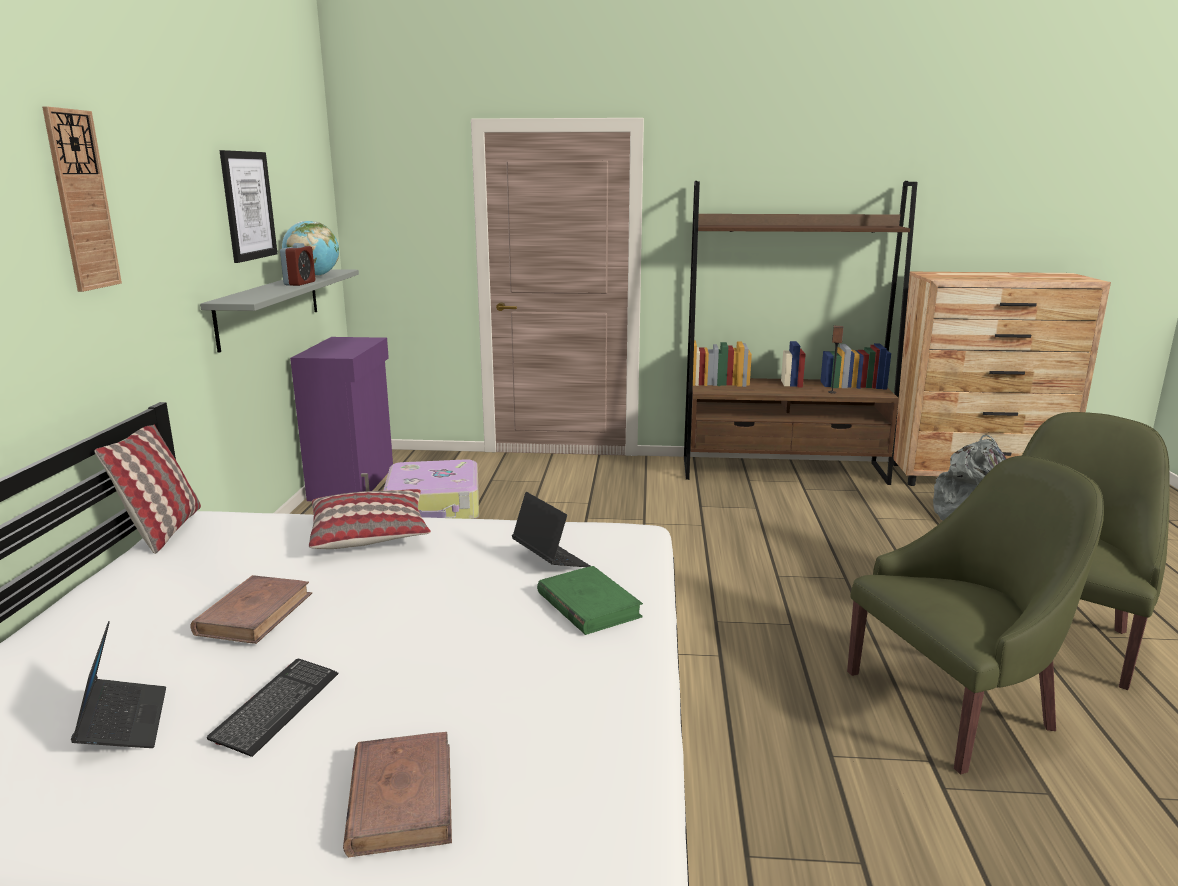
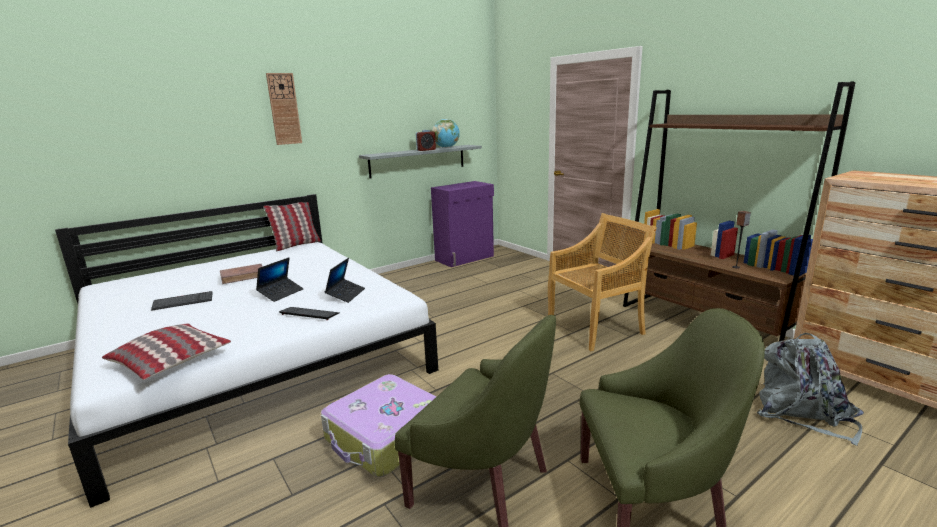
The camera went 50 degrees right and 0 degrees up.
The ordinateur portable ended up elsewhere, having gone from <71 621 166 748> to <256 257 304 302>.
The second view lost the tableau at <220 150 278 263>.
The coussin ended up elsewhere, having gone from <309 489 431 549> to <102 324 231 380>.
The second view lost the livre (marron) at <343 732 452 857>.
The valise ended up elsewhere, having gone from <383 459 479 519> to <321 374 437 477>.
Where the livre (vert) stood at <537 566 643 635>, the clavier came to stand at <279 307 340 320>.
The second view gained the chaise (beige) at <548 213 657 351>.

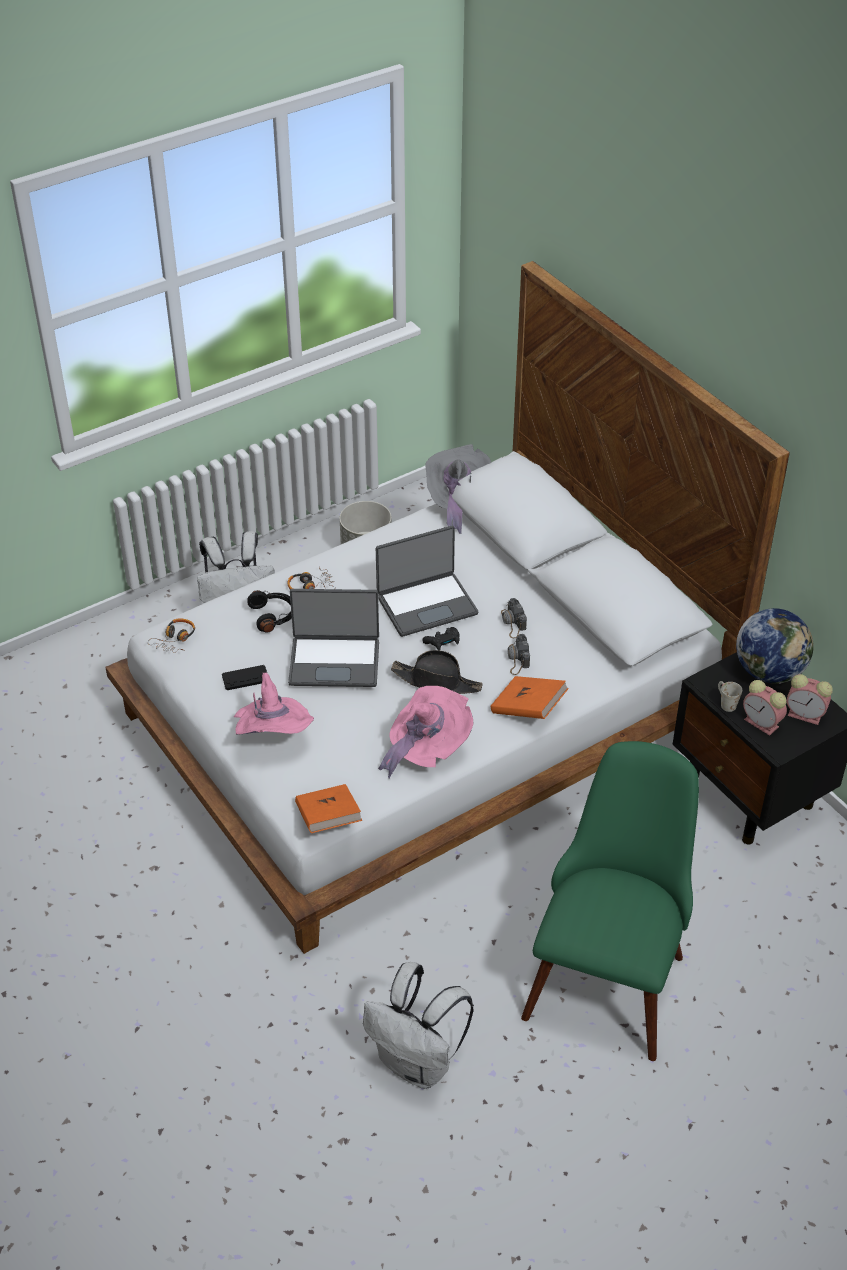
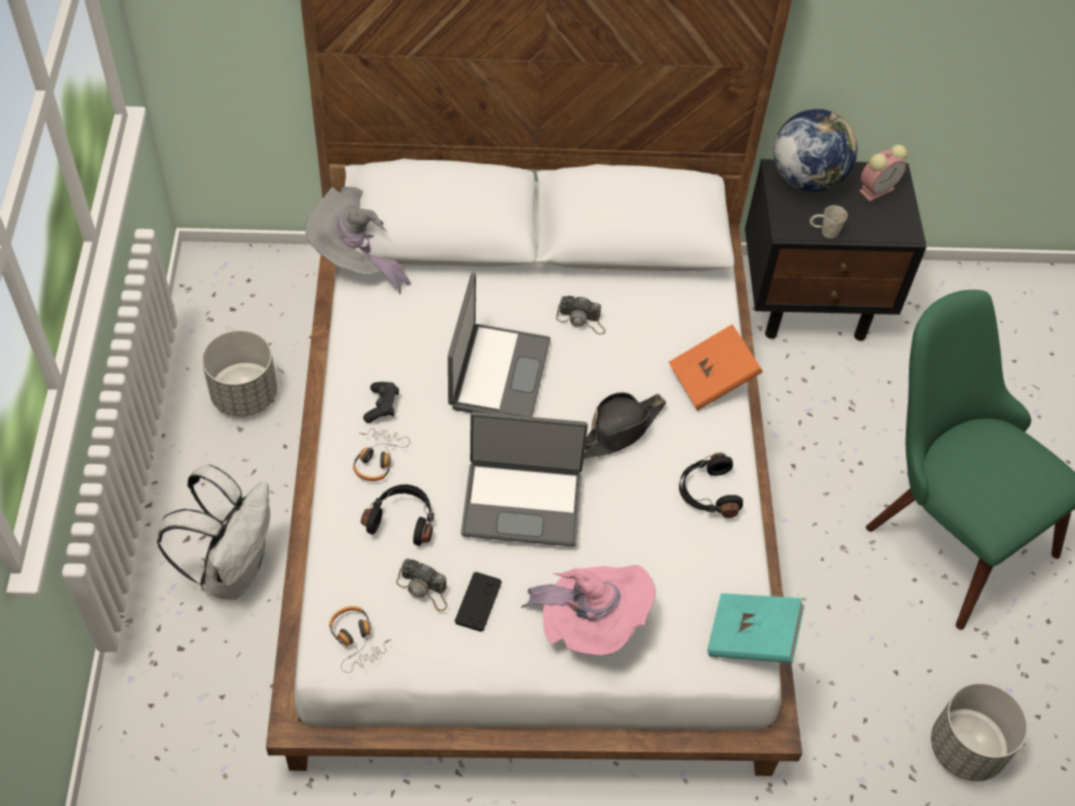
The camera went 60 degrees left and 10 degrees up.
The ordinateur portable at <288 589 379 687> ended up facing another way, 60 degrees clockwise from before.
What was the livre (orange) at <295 784 362 833> turned into the livre (turquoise) at <707 593 805 663>.
Where the sac à dos (blanc) stood at <363 962 474 1089>, the cache-pot (gris) came to stand at <931 683 1028 781>.
Where the chapeau (rose) stood at <378 686 473 779>, the casque audio (noir) came to stand at <679 453 743 518>.
The manette (noir) ended up elsewhere, having gone from <422 627 460 650> to <363 382 399 423>.
The appareil photo ended up elsewhere, having gone from <508 634 530 675> to <396 559 447 611>.
The second view lost the réveil at <743 680 787 736>.

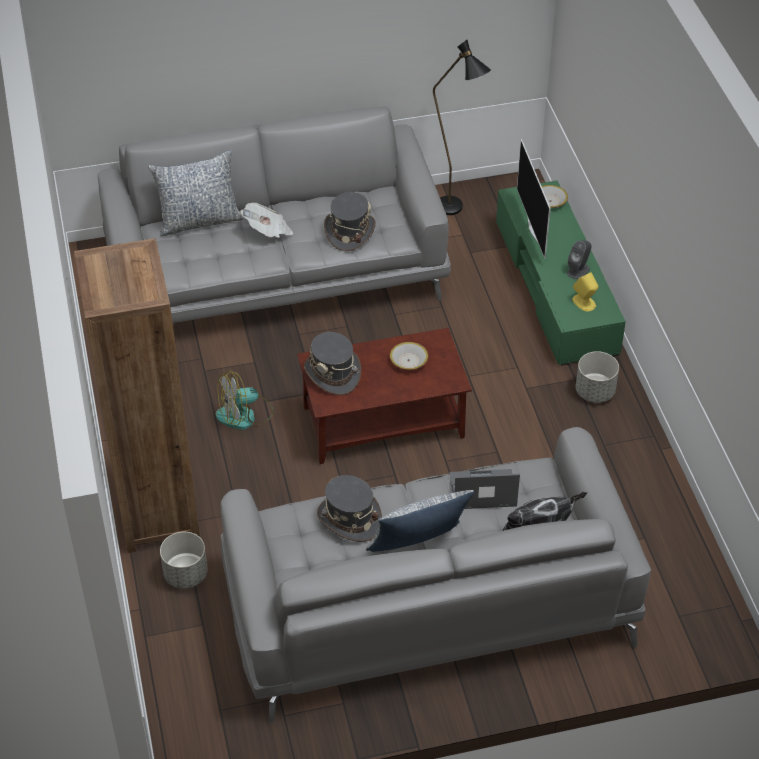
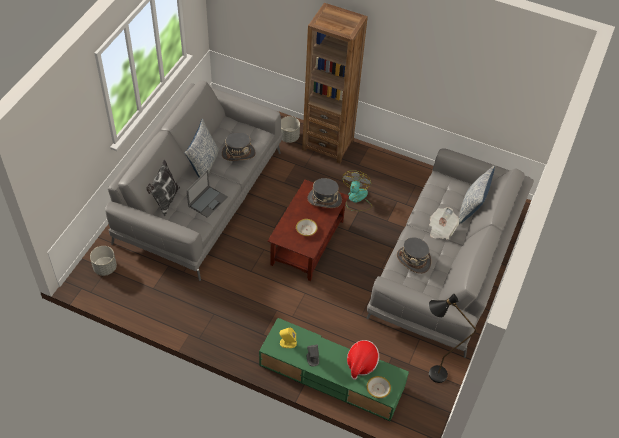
The camera went 125 degrees right and 5 degrees up.
Where the téléviseur stood at <517 139 551 259>, the chapeau came to stand at <347 340 379 380>.
The cache-pot (gris) ended up elsewhere, having gone from <576 351 619 403> to <90 246 117 276>.

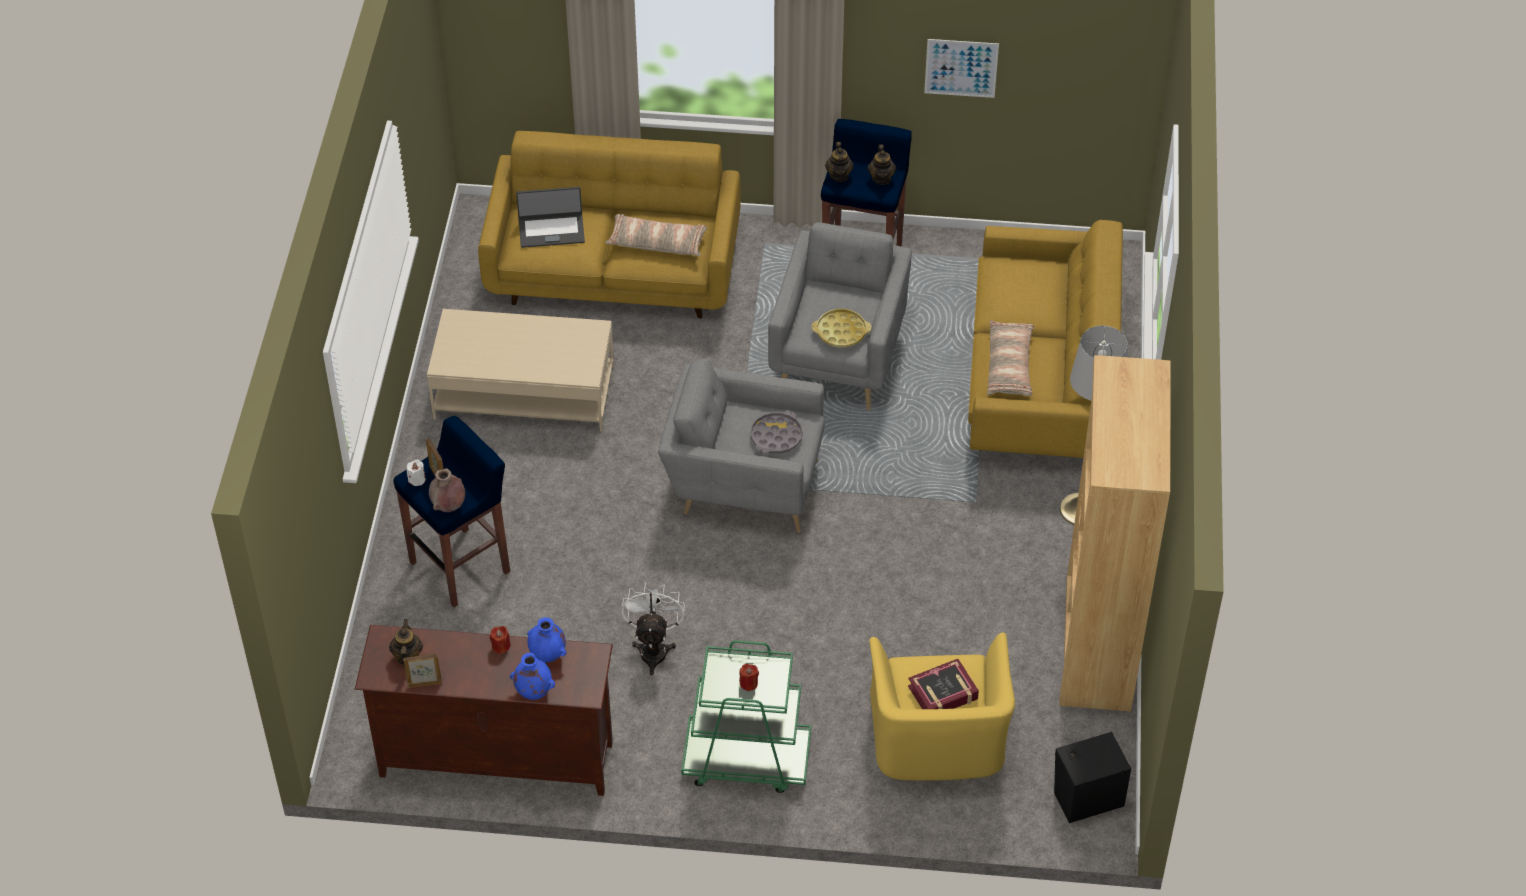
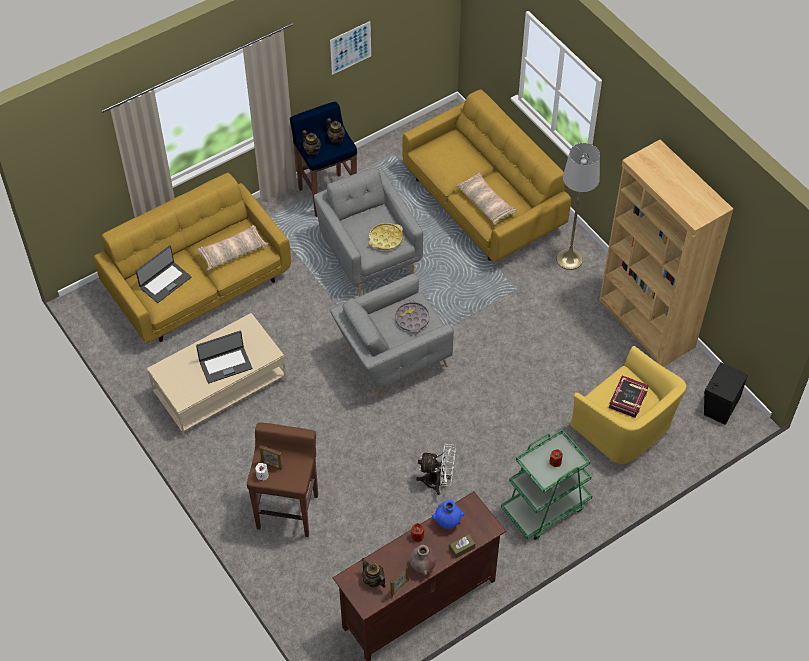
The camera went 40 degrees left and 5 degrees up.
What was the tabouret (bleu) at <393 416 510 607> turned into the tabouret (marron) at <247 423 318 537>.
The vase (marron) ended up elsewhere, having gone from <429 469 465 512> to <410 545 437 576>.
Where the vase (bleu) stood at <510 653 555 700>, the boîte à mouchoirs (marron) came to stand at <449 535 475 558>.
The ventilateur (blanc) at <622 583 685 676> ended up facing another way, 135 degrees clockwise from before.
The second view gained the ordinateur portable at <196 331 252 383>.

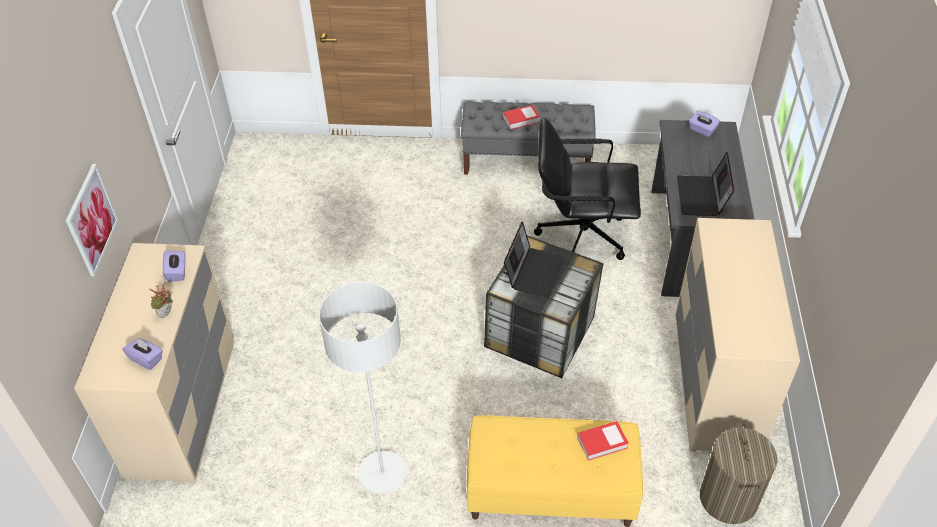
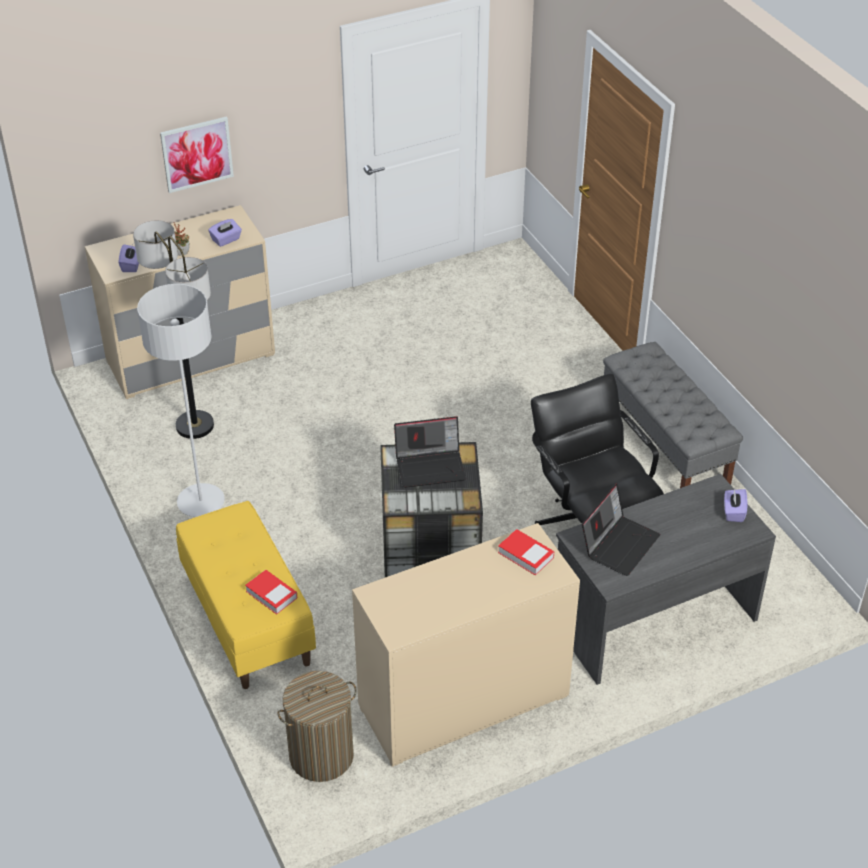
The camera went 60 degrees right and 5 degrees down.
The livre ended up elsewhere, having gone from <503 105 540 130> to <498 529 554 575>.
The ordinateur portable at <677 152 734 216> ended up facing another way, 150 degrees clockwise from before.
The second view gained the lampadaire at <133 220 214 439>.

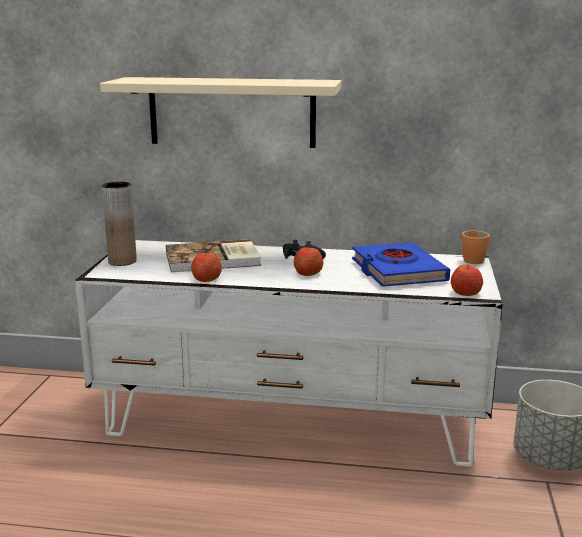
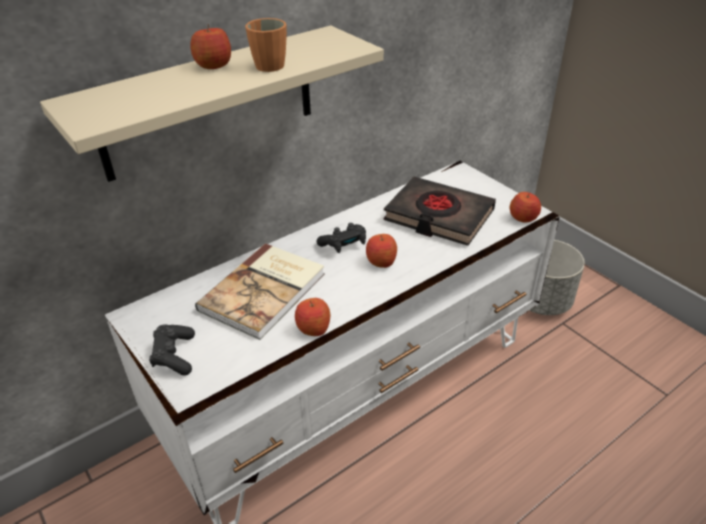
The camera went 45 degrees left and 20 degrees up.
Where the vase (marron) stood at <102 182 137 266>, the manette (noir) came to stand at <149 324 195 376>.
What was the livre (bleu) at <352 242 450 287> turned into the livre (noir) at <384 177 496 246>.
The mug (orange) ended up elsewhere, having gone from <462 230 490 264> to <245 18 287 72>.
The second view gained the pomme at <190 24 231 69>.

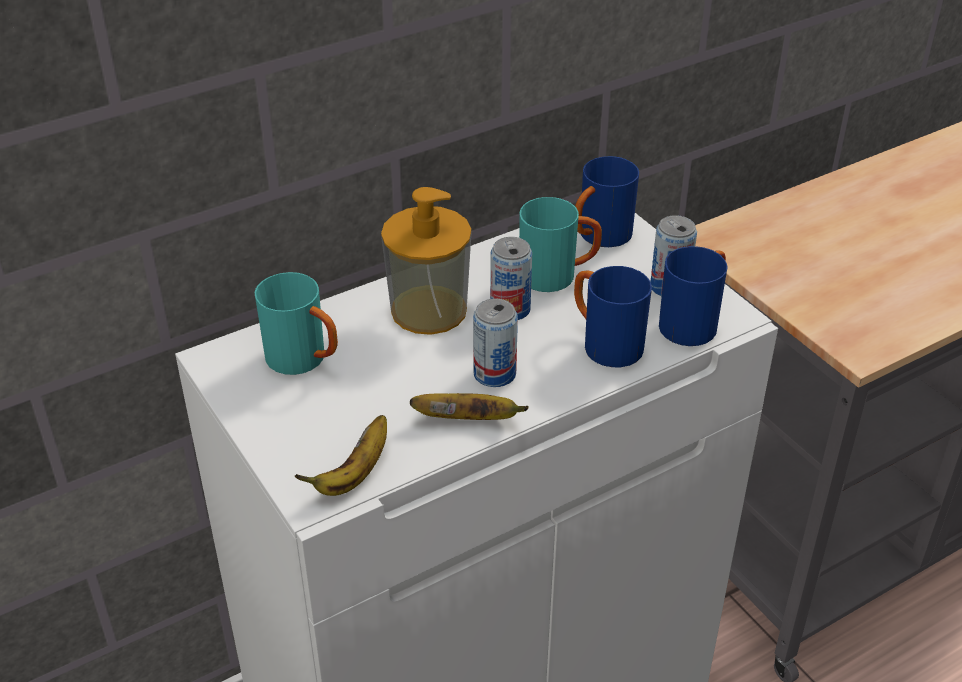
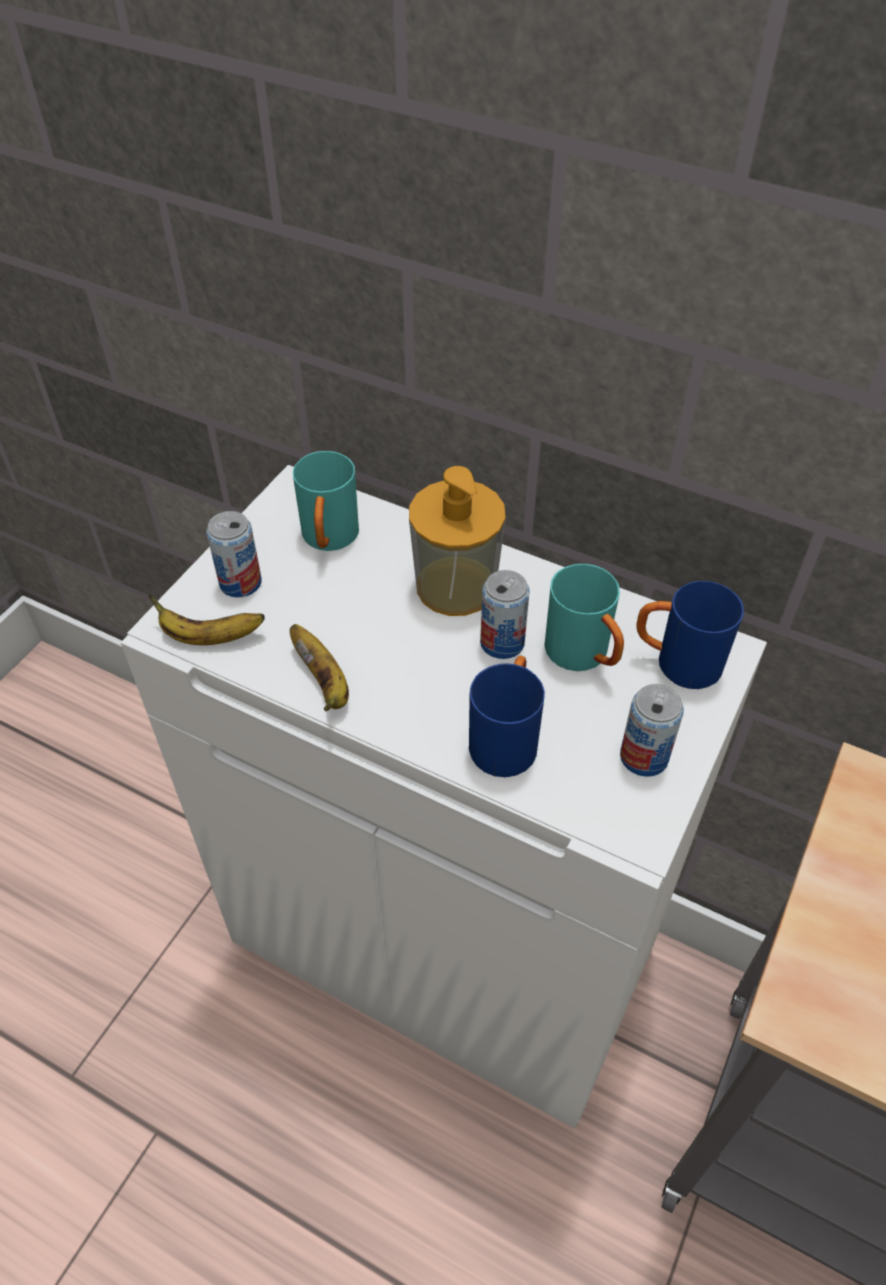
The camera went 60 degrees right and 10 degrees up.
The boîte métallique ended up elsewhere, having gone from <473 298 518 387> to <206 511 262 598>.
The second view lost the mug (bleu) at <659 246 727 346>.

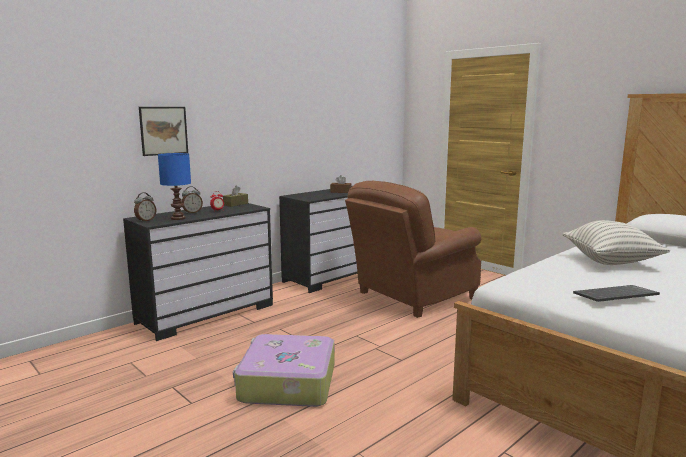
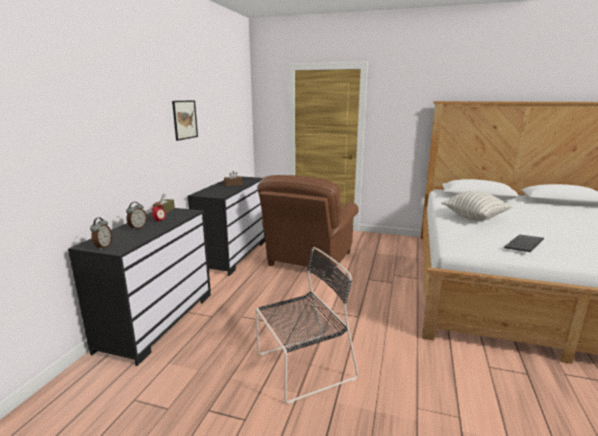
The camera went 30 degrees left and 5 degrees up.
The tableau ended up elsewhere, having gone from <139 107 188 156> to <172 100 198 141>.
The second view lost the lampe de table (bleu) at <158 153 191 220>.
Where the valise stood at <233 334 334 407>, the chaise (noir) came to stand at <256 247 358 404>.

